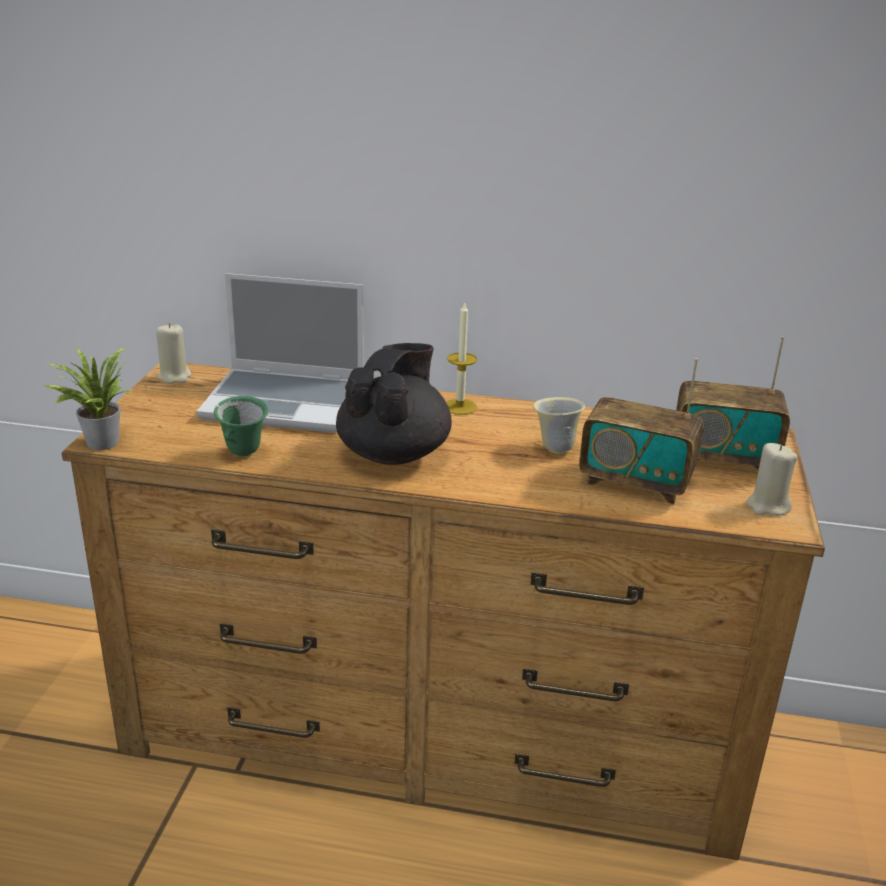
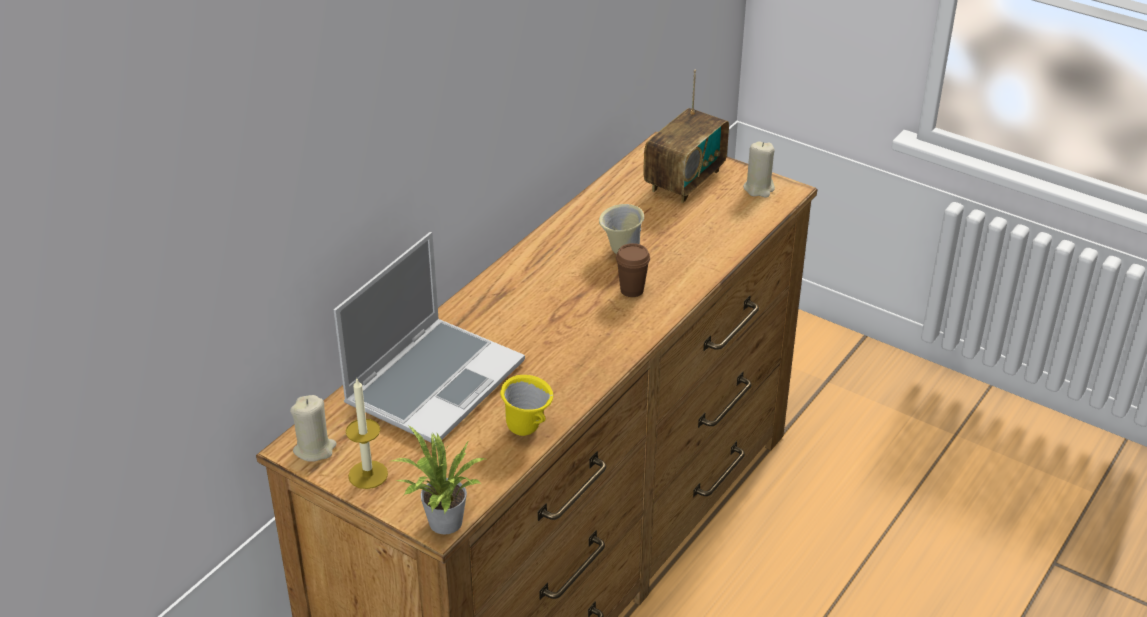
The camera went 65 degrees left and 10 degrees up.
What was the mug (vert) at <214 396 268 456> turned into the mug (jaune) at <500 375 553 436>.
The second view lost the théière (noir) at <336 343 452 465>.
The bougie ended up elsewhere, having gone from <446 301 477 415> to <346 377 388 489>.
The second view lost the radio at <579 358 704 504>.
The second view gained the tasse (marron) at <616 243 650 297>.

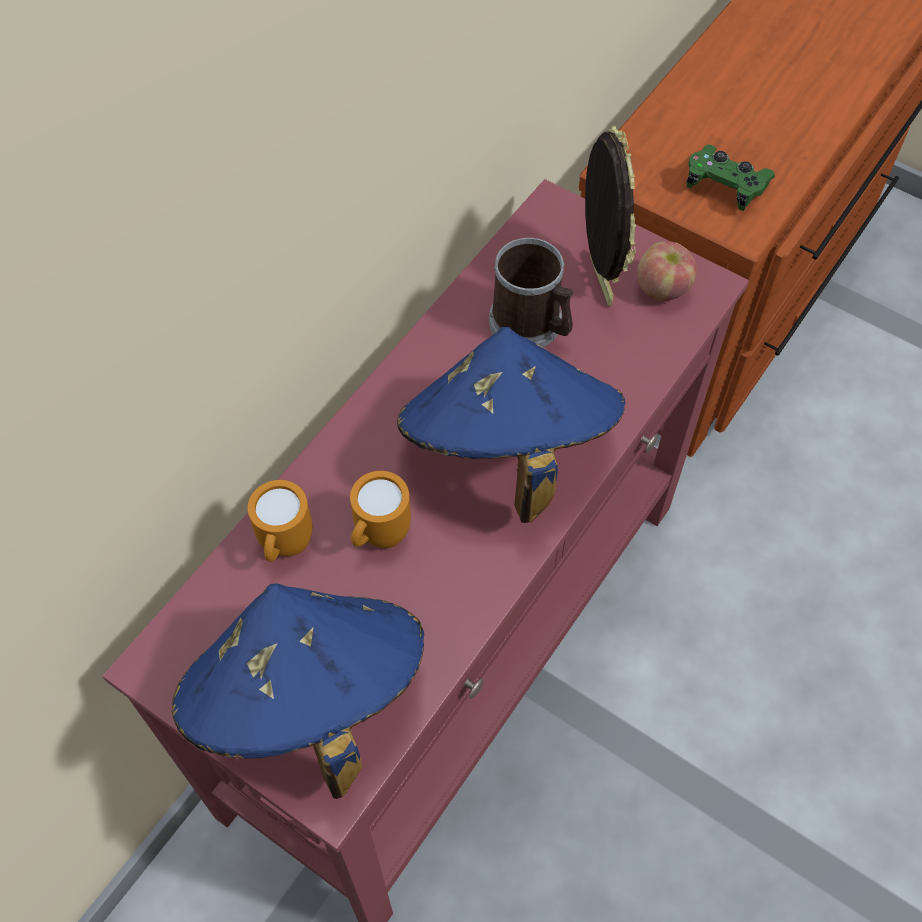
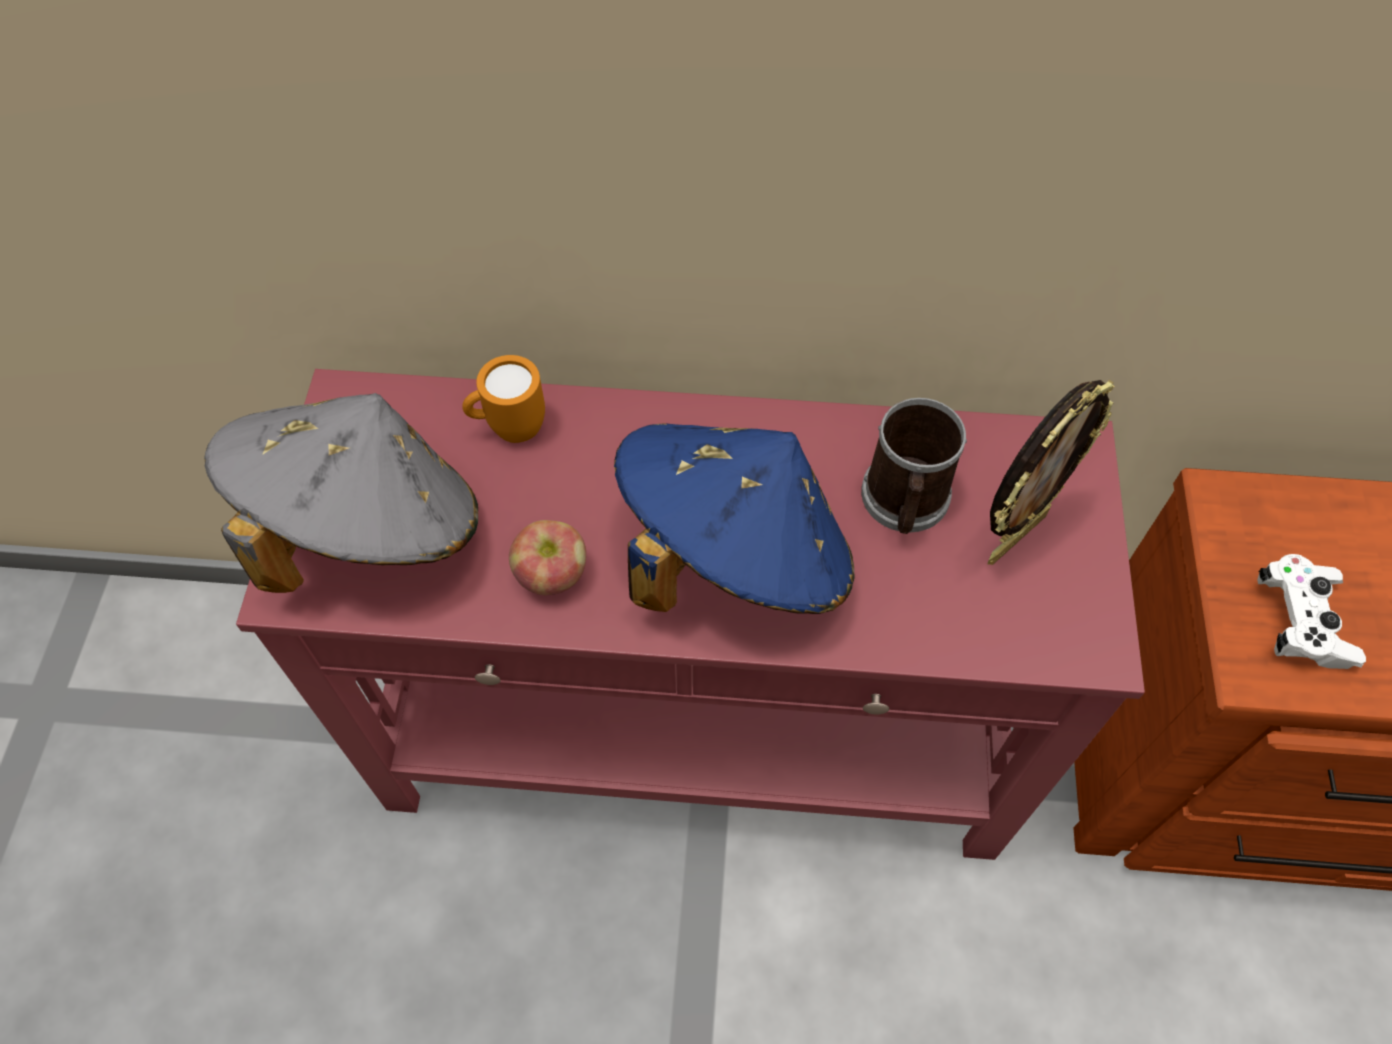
The camera went 60 degrees right and 0 degrees up.
What was the chapeau (bleu) at <172 583 424 799> turned into the chapeau (gris) at <204 393 478 593>.
The second view lost the mug (orange) at <350 471 411 548>.
The pomme ended up elsewhere, having gone from <638 241 697 301> to <509 520 586 595>.
What was the manette (vert) at <686 144 775 211> turned into the manette (blanc) at <1257 554 1366 669>.

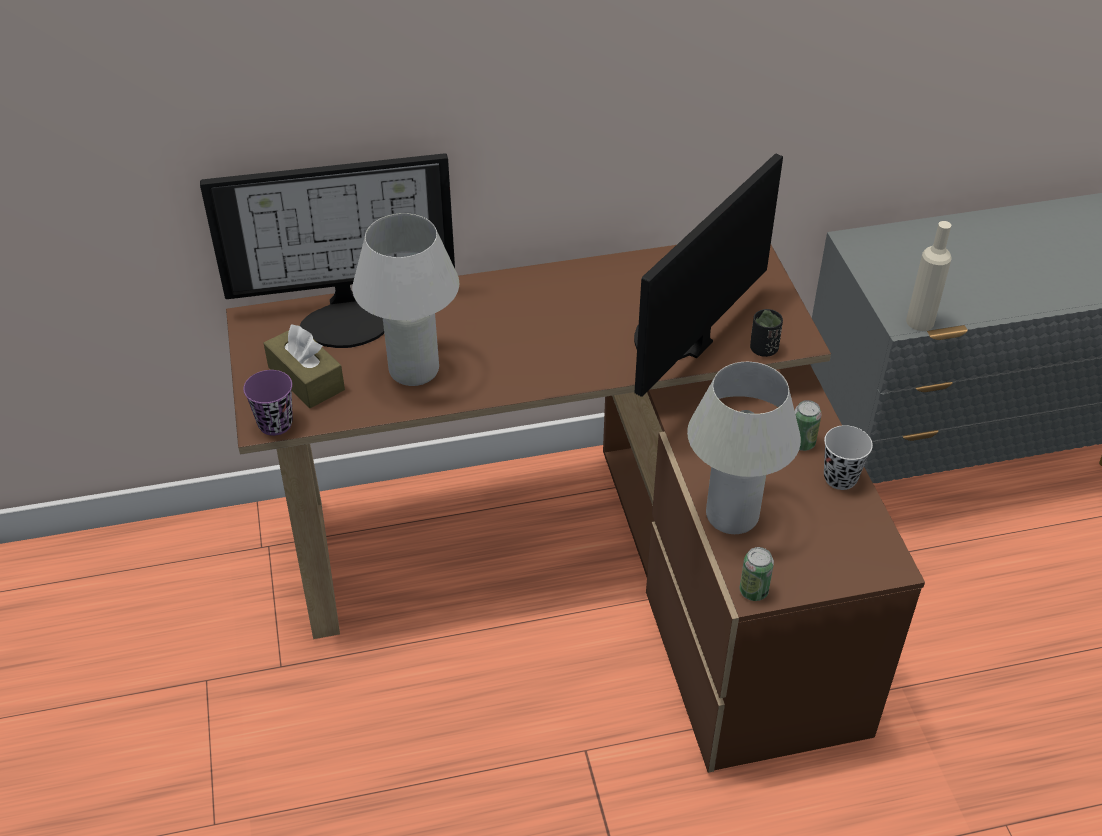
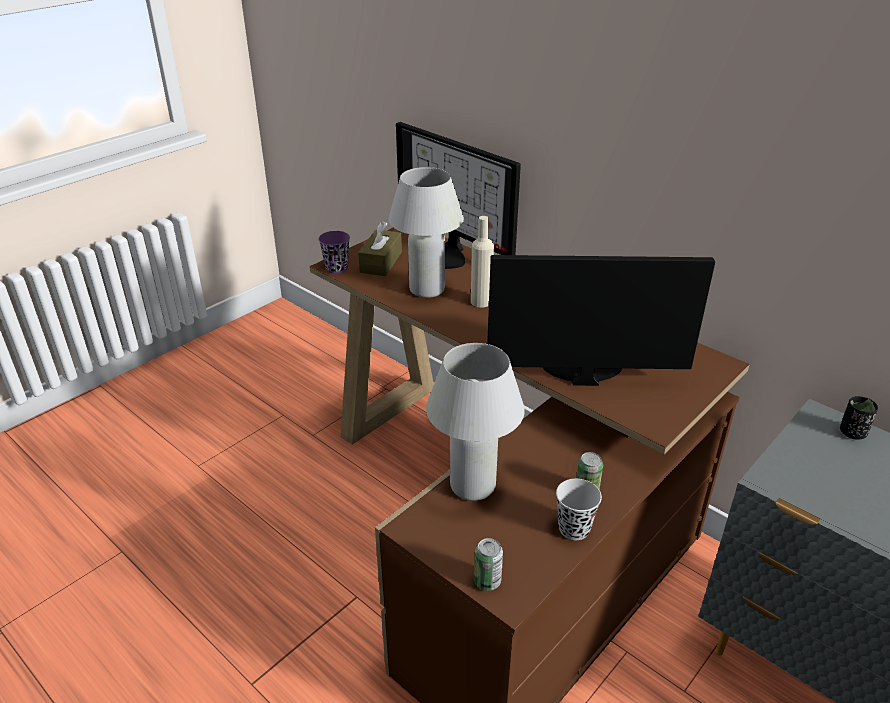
The camera went 55 degrees right and 10 degrees down.
The boîte métallique ended up elsewhere, having gone from <739 547 774 601> to <474 538 503 591>.
The tasse (noir) ended up elsewhere, having gone from <750 309 783 357> to <840 396 878 440>.
The bouteille (beige) ended up elsewhere, having gone from <906 221 952 331> to <471 216 494 307>.

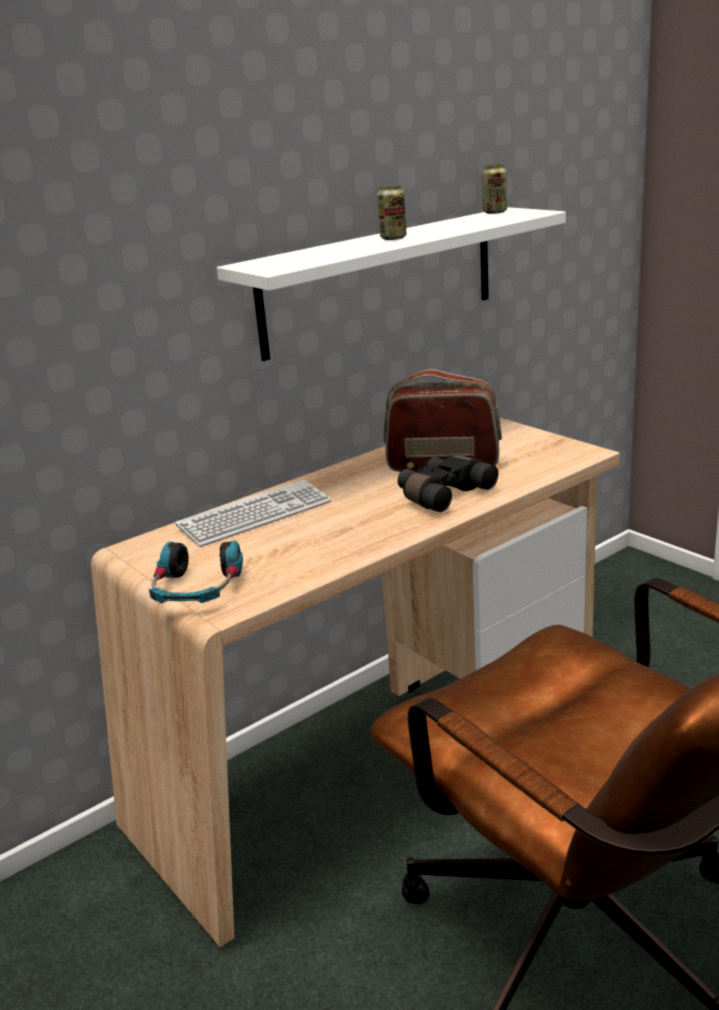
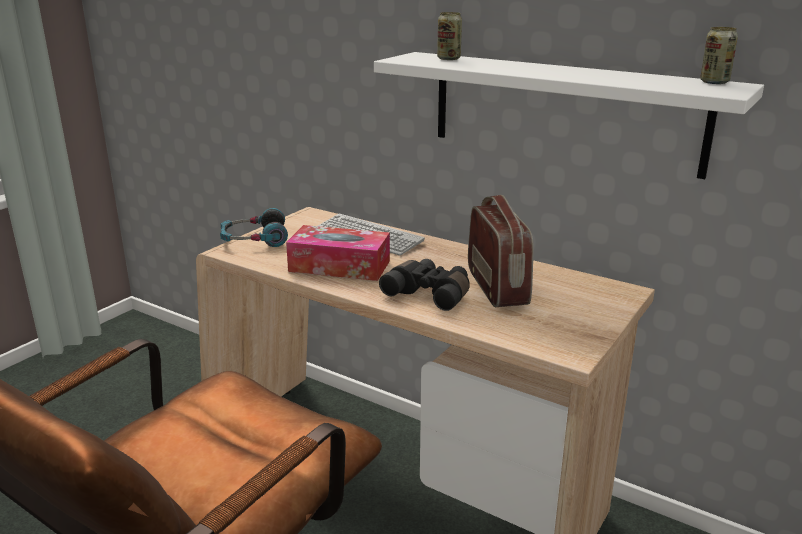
The camera went 70 degrees right and 0 degrees up.
The boîte métallique ended up elsewhere, having gone from <377 185 406 240> to <437 12 462 60>.
The second view gained the boîte à mouchoirs at <286 225 390 281>.

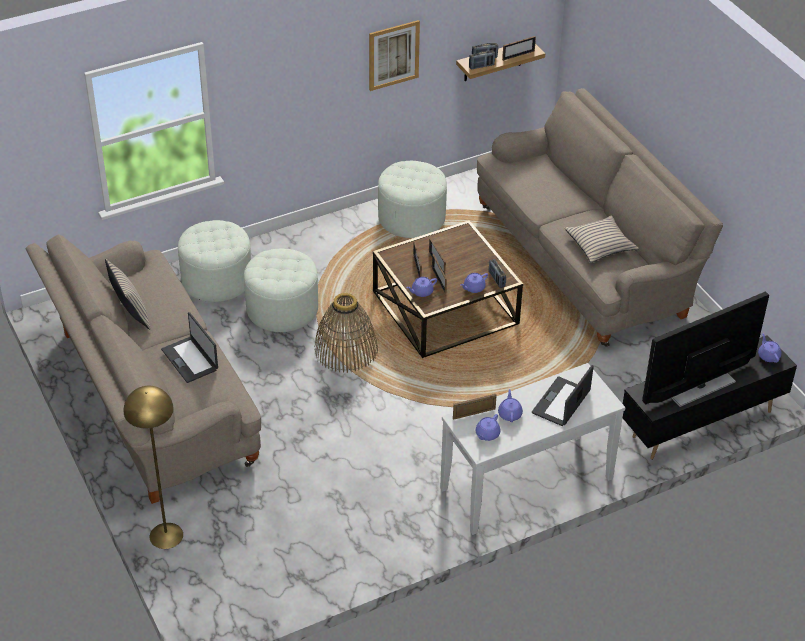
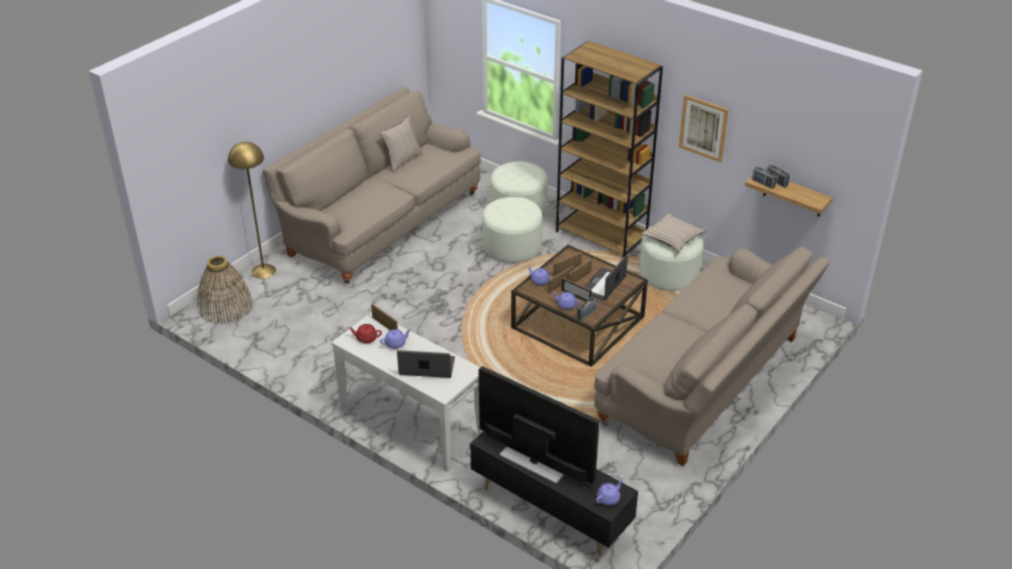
The camera went 65 degrees right and 5 degrees down.
The ordinateur portable ended up elsewhere, having gone from <161 312 218 383> to <584 254 628 300>.
The panier ended up elsewhere, having gone from <314 293 378 373> to <197 256 253 324>.
What was the théière (violet) at <476 414 501 441> turned into the théière (rouge) at <348 324 382 343>.
The cadre photo ended up elsewhere, having gone from <502 36 536 61> to <561 277 592 301>.
The coussin (beige) ended up elsewhere, having gone from <565 216 639 263> to <641 213 706 252>.
The second view gained the bibliothèque (marron) at <556 41 663 258>.

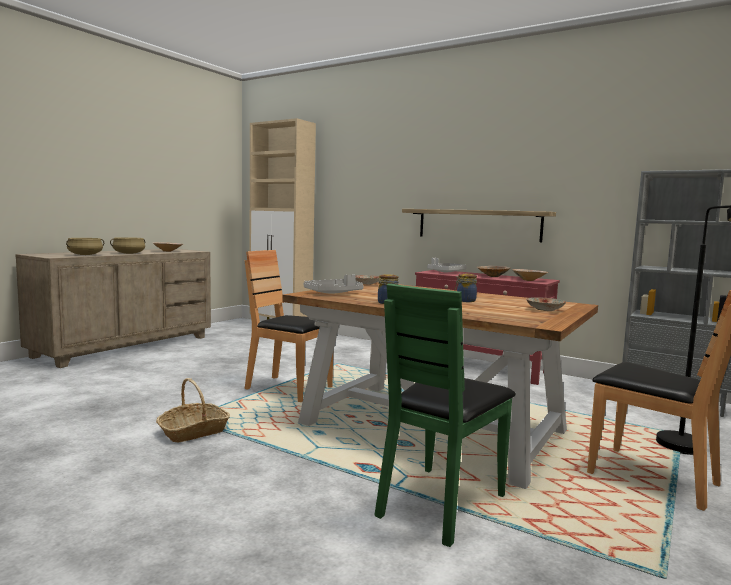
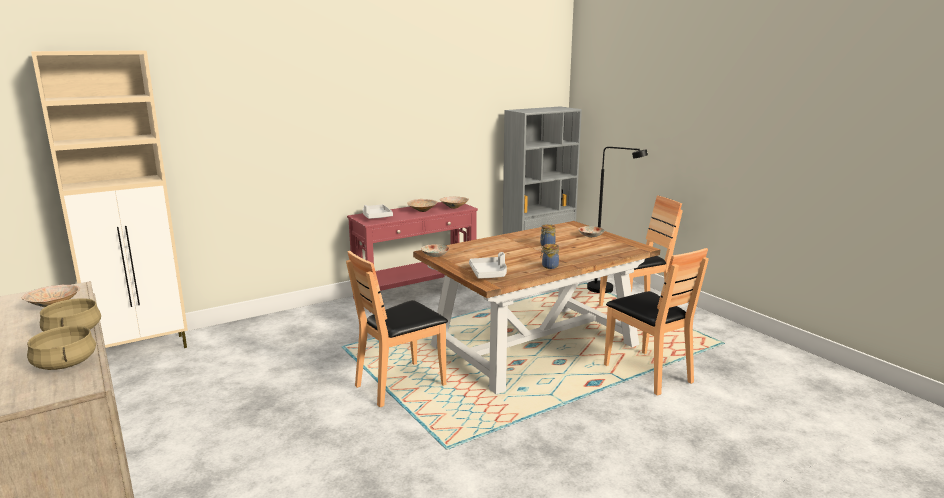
The camera went 65 degrees left and 10 degrees up.
The second view lost the panier at <156 378 230 443>.
What was the chaise (vert) at <375 284 516 547> turned into the chaise (marron) at <604 248 709 396>.
The second view lost the étagère at <402 209 556 242>.

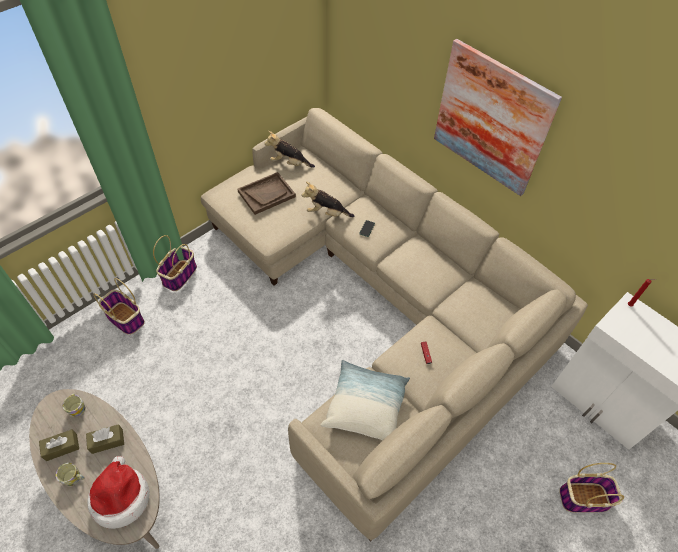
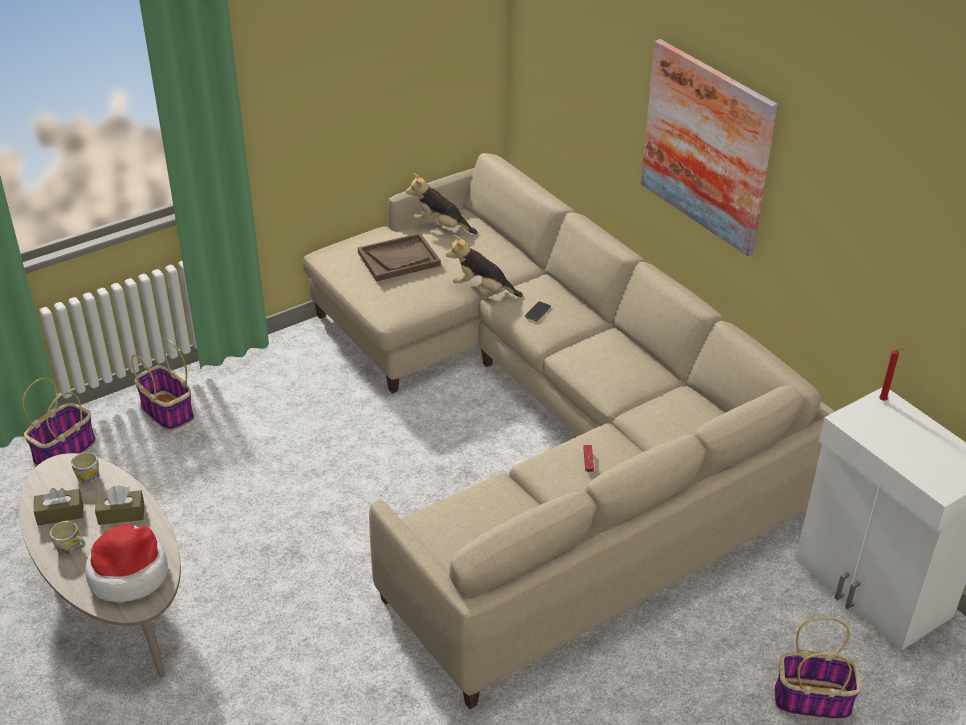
The camera went 10 degrees right and 15 degrees down.
The panier ended up elsewhere, having gone from <153 235 197 291> to <22 378 96 466>.
The second view lost the coussin at <321 360 410 440>.

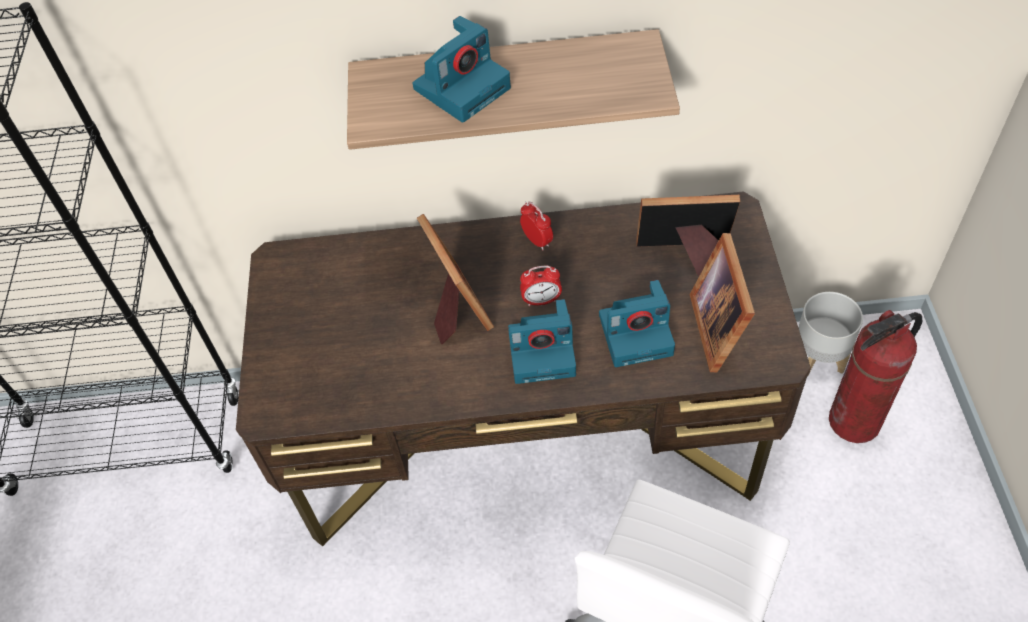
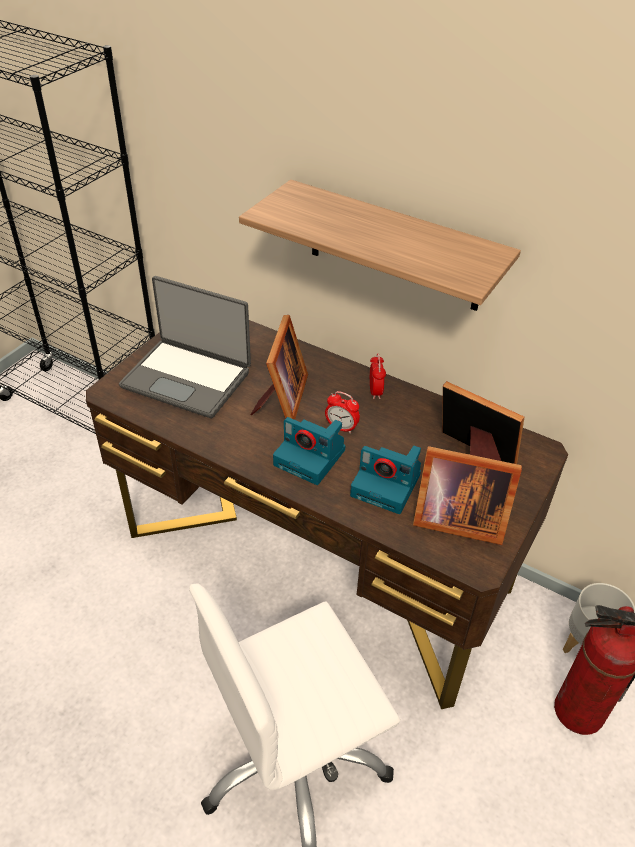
The camera went 30 degrees right and 10 degrees down.
The second view lost the appareil photo at <413 16 511 123>.
The cadre photo at <690 233 755 372> ended up facing another way, 105 degrees counterclockwise from before.
The second view gained the ordinateur portable at <119 276 251 418>.

